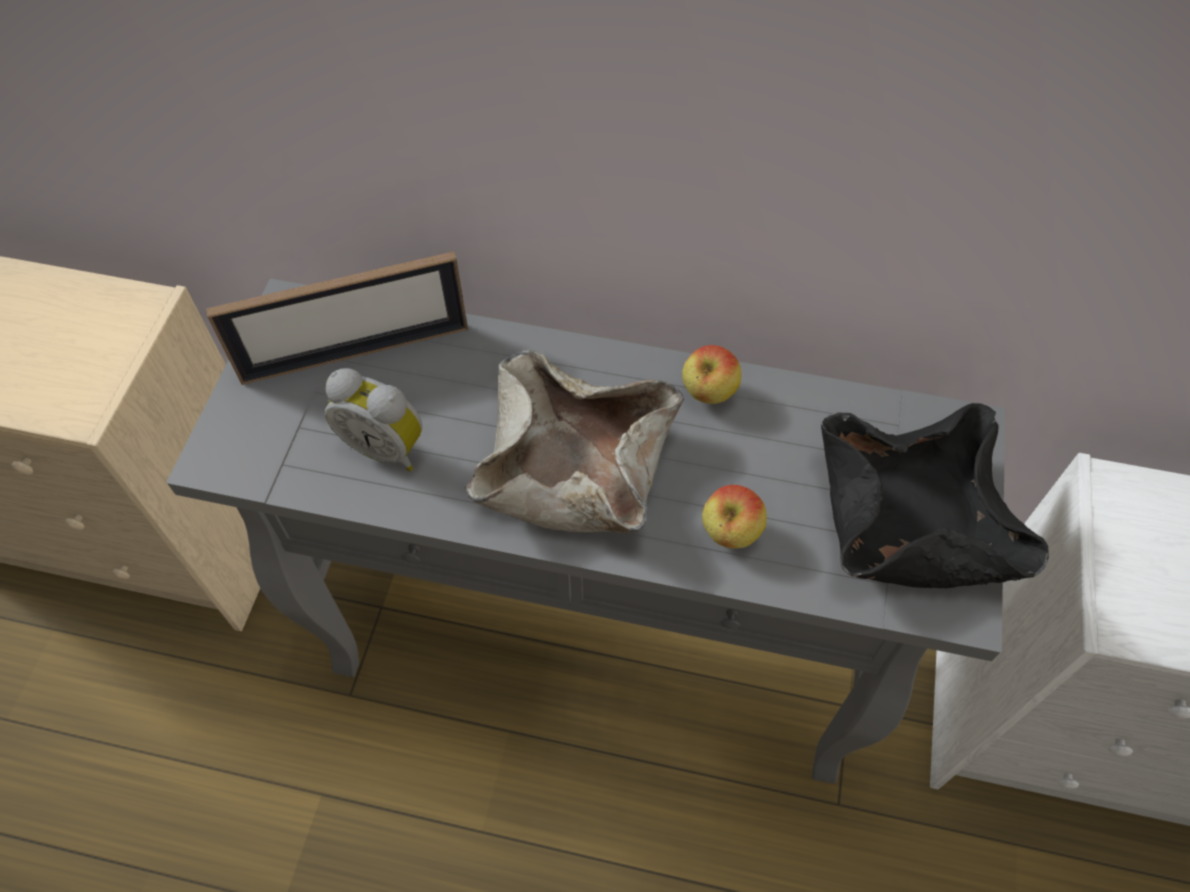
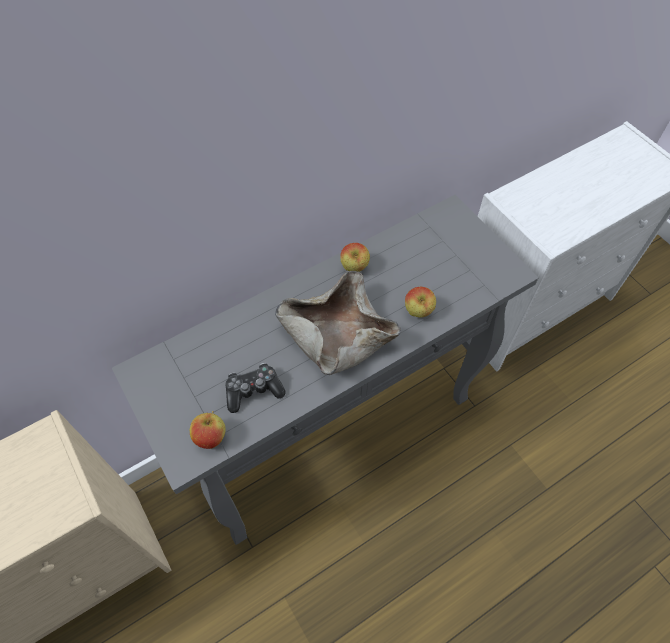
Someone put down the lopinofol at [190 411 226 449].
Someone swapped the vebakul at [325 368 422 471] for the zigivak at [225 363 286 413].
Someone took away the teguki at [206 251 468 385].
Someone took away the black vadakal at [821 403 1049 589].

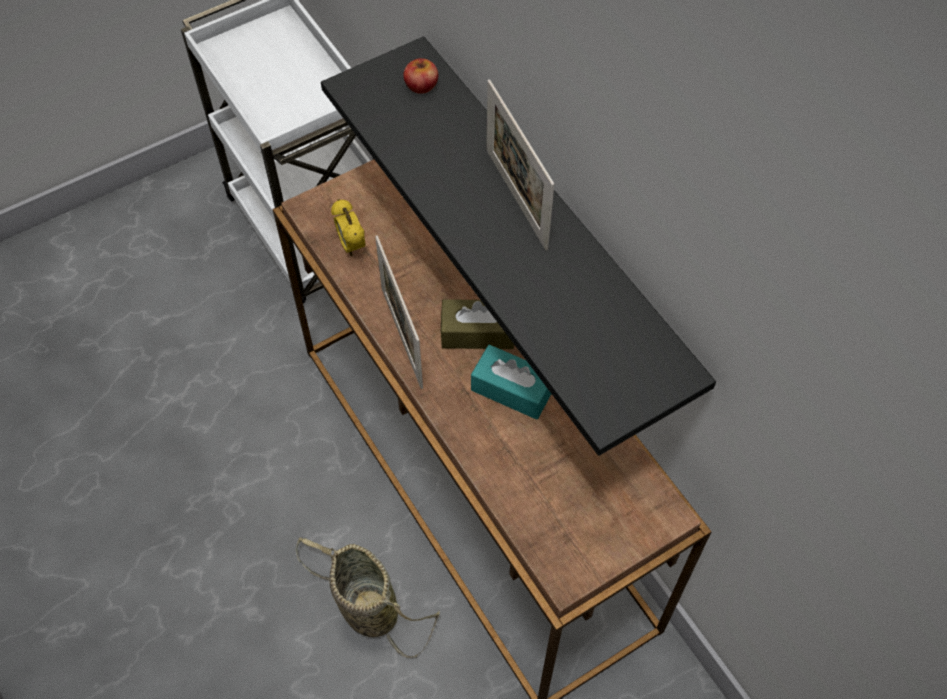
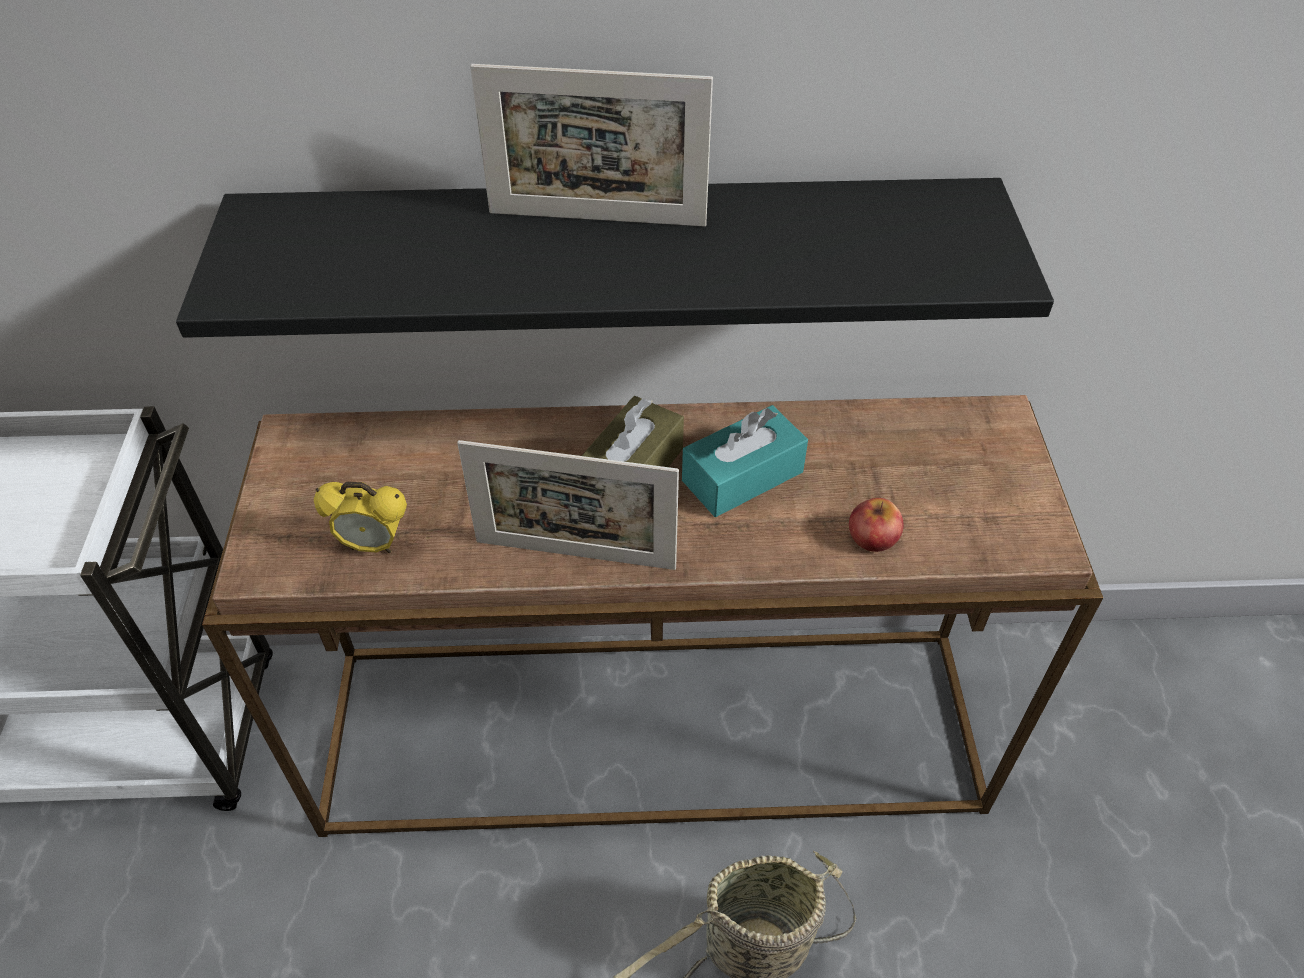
Someone carried the lopinofol from [403 58 438 94] to [849 498 904 552].

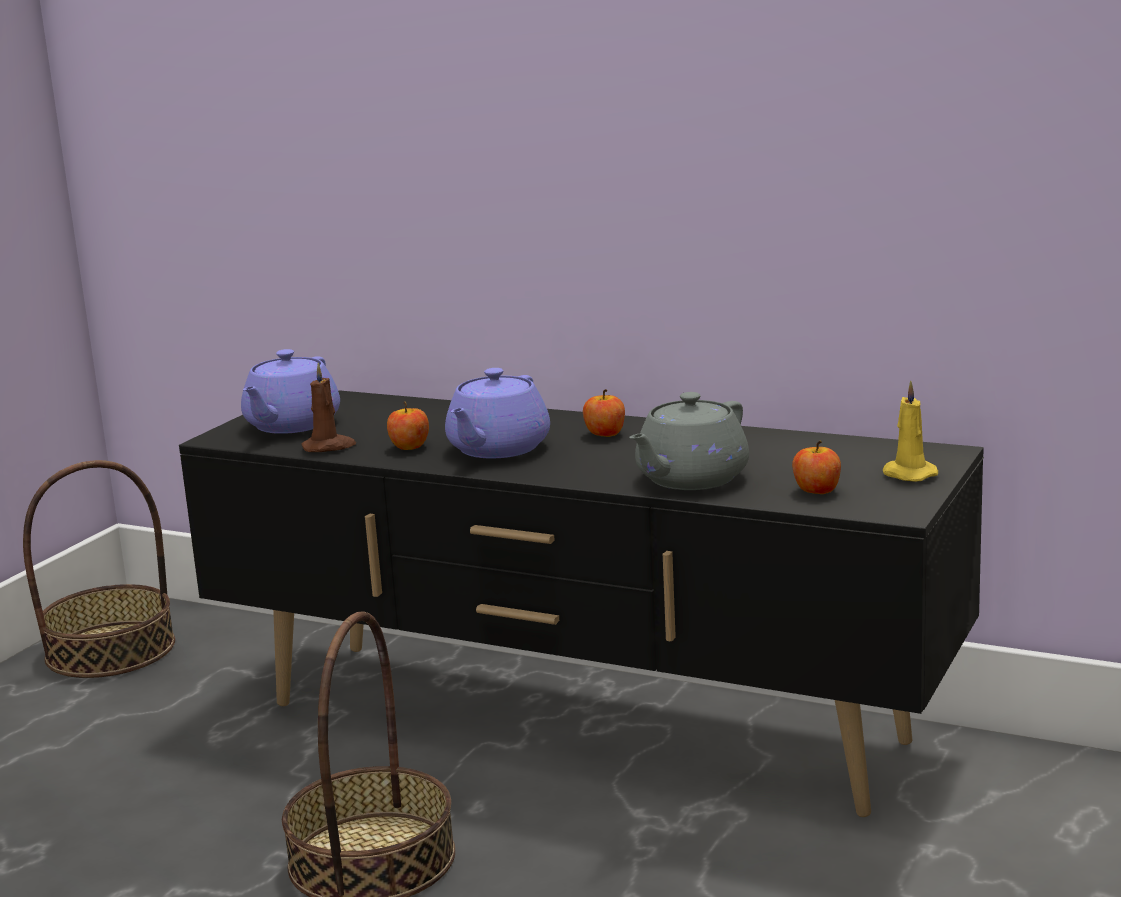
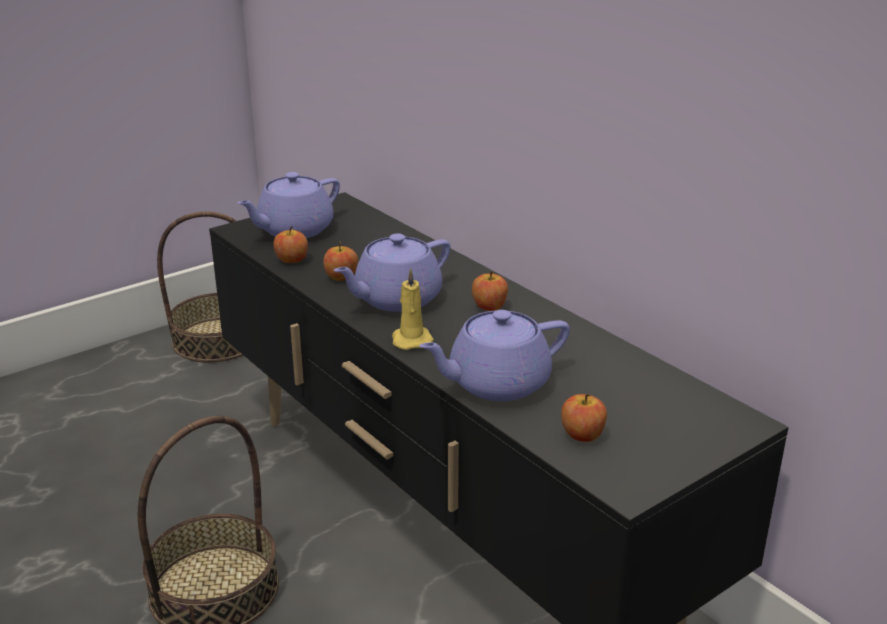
Someone swapped the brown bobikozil at [301 363 356 452] for the lopinofol at [274 226 308 263].
Someone carried the yellow bobikozil from [883 381 938 482] to [392 268 434 350].
Someone repainted the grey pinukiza at [629 392 749 490], which became the purple pinukiza at [419 310 570 401].

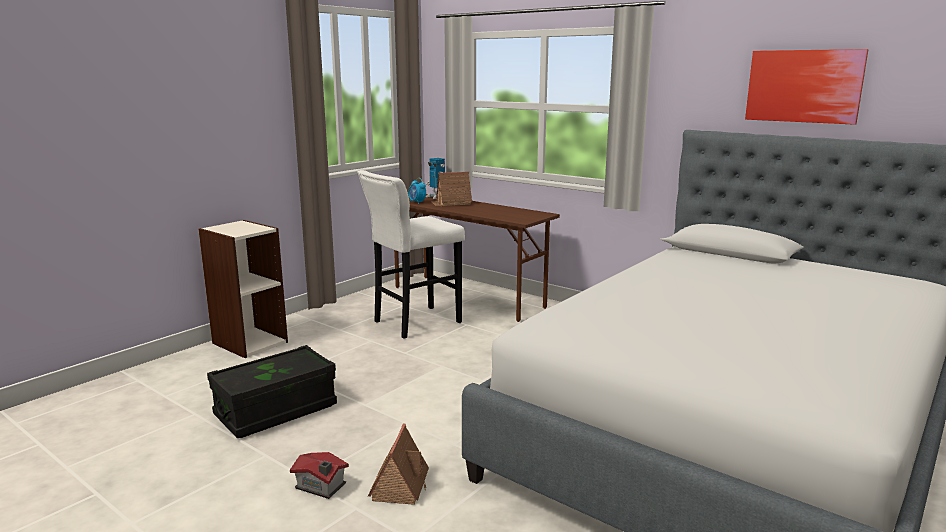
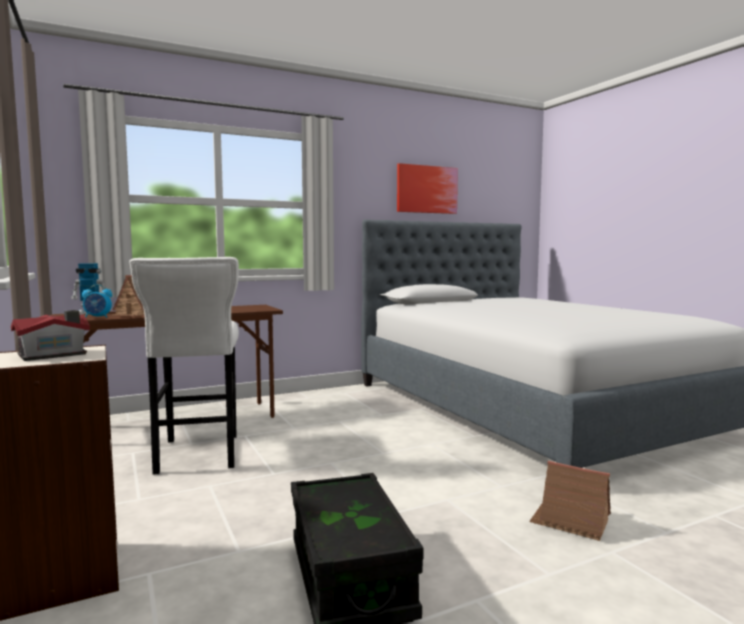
Someone carried the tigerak from [290 452 349 499] to [11 310 90 361].

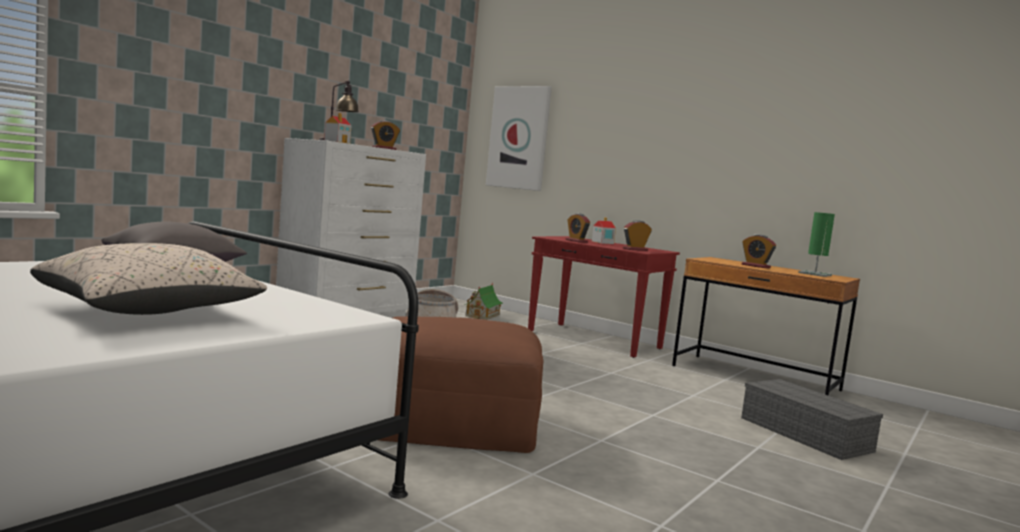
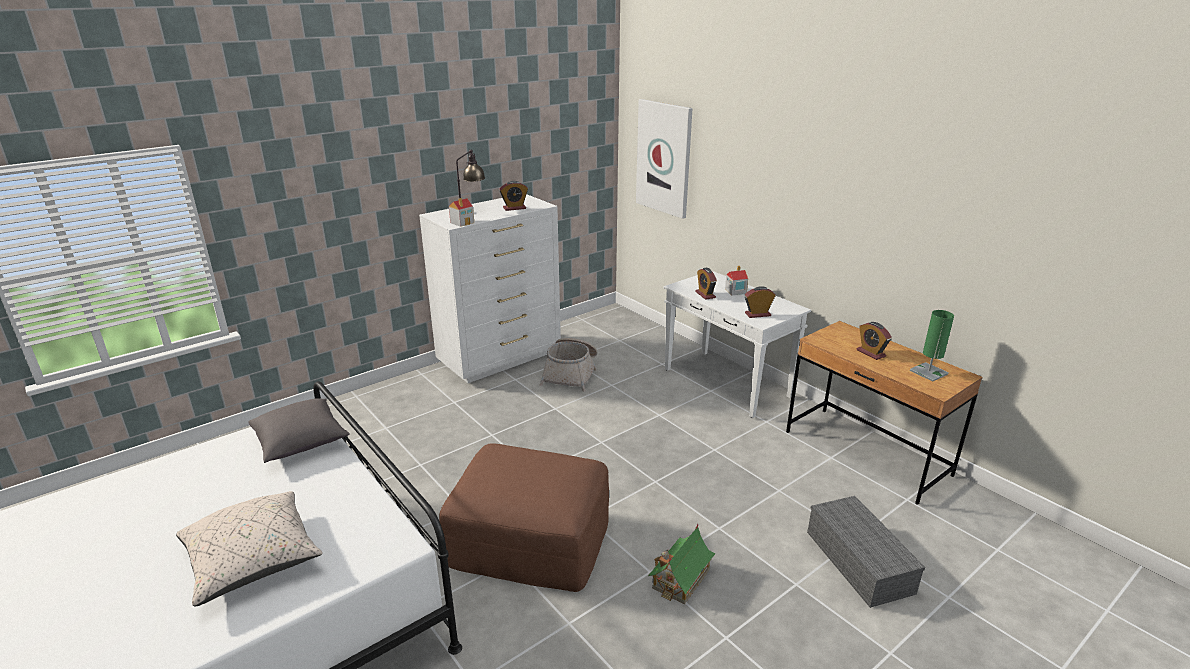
Someone carried the tigerak from [464 282 503 320] to [648 524 715 604].
Someone repainted the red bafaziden at [528 236 680 358], which became the white bafaziden at [663 270 811 418].

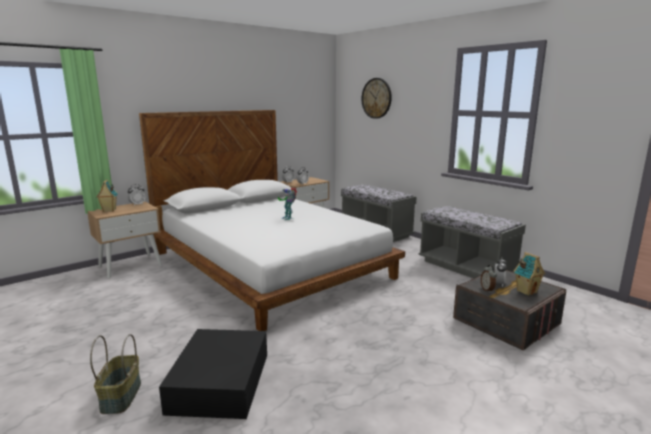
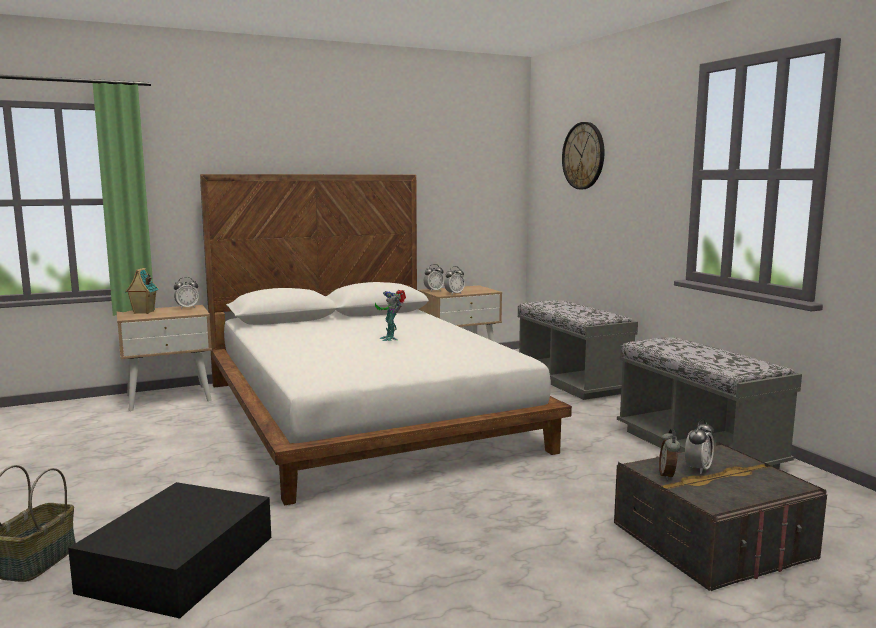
Someone took away the tigerak at [514 252 545 296].

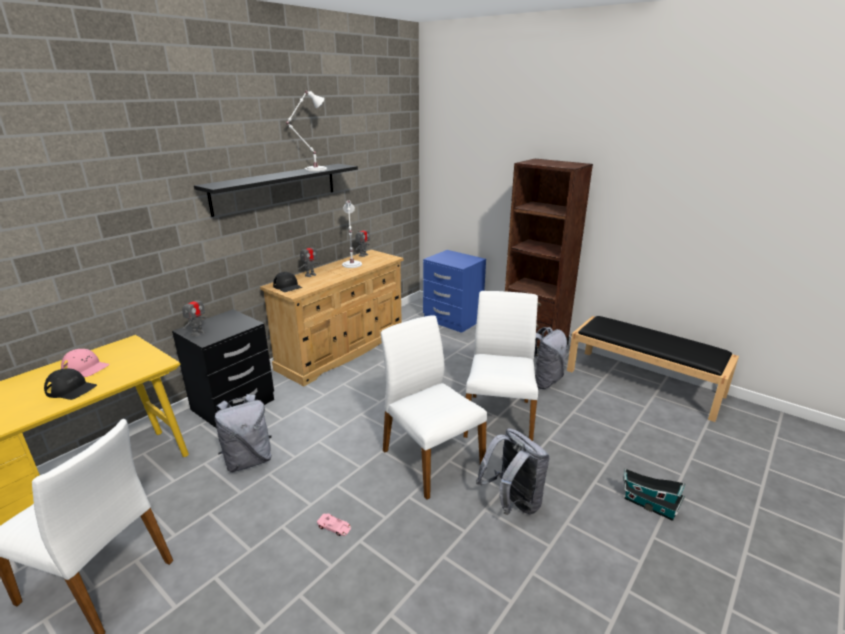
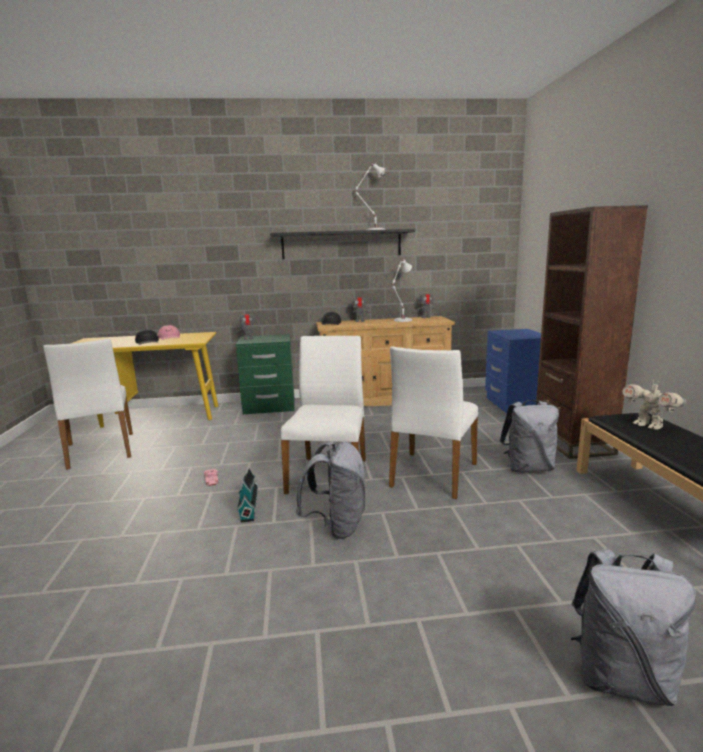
Someone repainted the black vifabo at [172 309 274 428], which became the green vifabo at [236 334 295 414].
Someone carried the tigerak from [623 468 685 521] to [237 468 258 522].
Someone rotated the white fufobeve at [464 291 538 441] by 150 degrees clockwise.
Someone carried the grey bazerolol from [215 394 272 472] to [571 548 696 706].
Someone put down the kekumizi at [622 380 686 430].

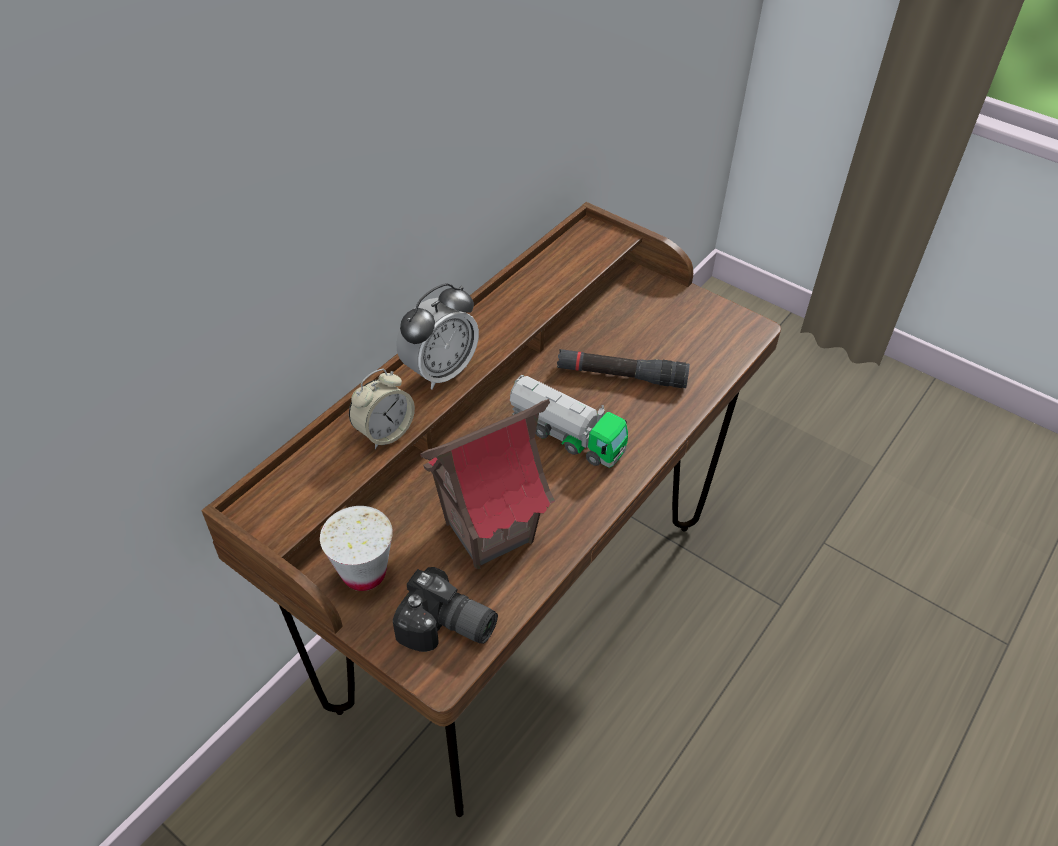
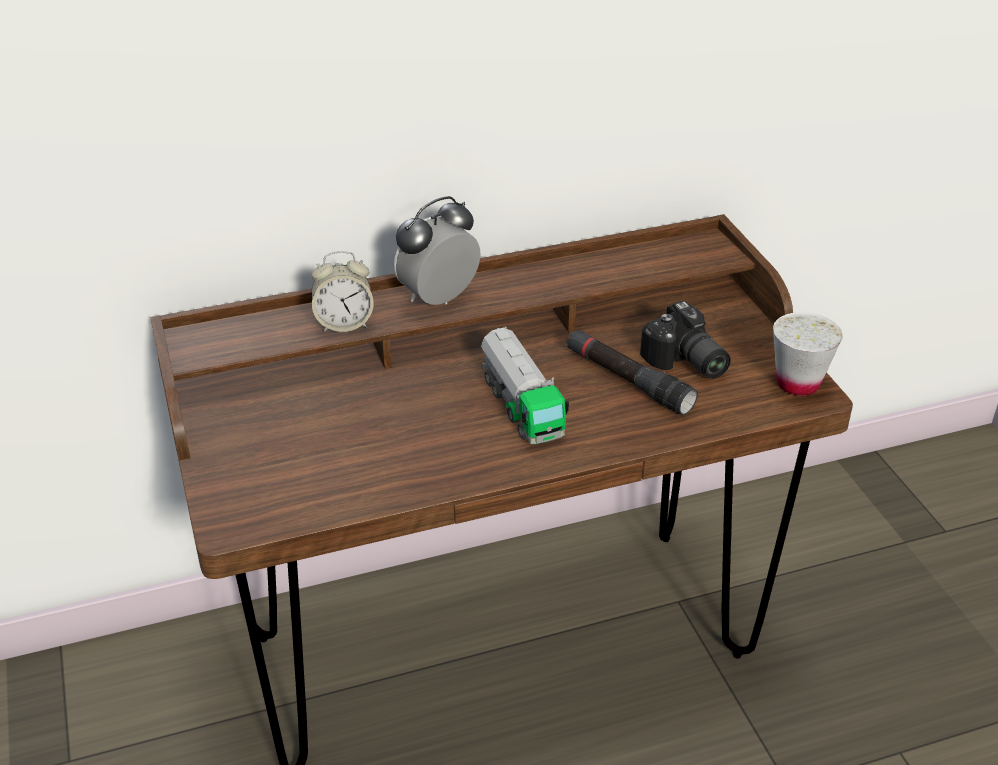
Someone rotated the vebakul at [396 283 479 390] by 150 degrees clockwise.
Someone carried the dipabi from [393 567 498 652] to [640 301 731 379].
Someone carried the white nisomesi from [320 506 393 591] to [773 312 843 396].
Someone took away the tigerak at [420 399 555 569].

